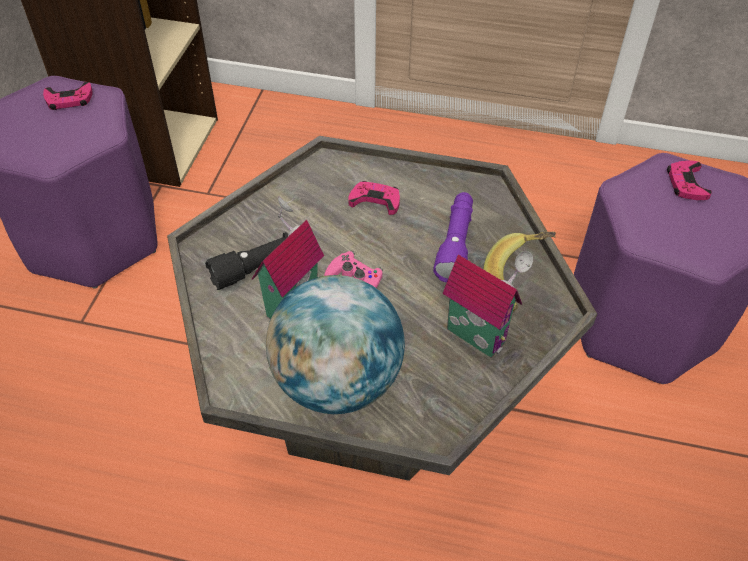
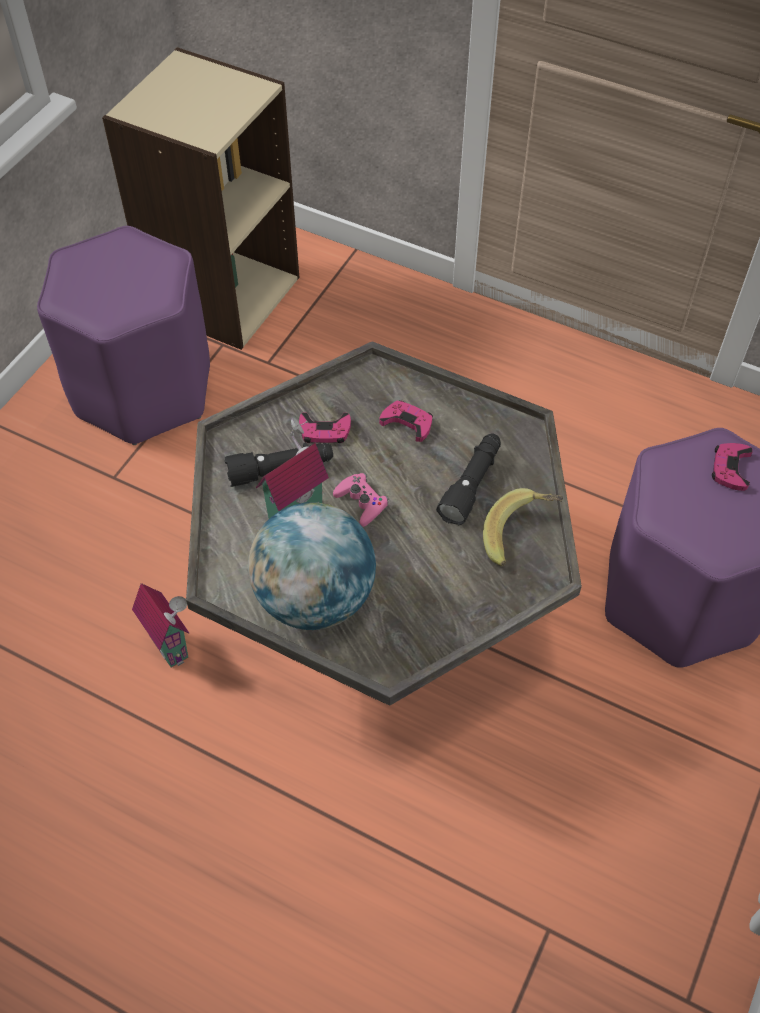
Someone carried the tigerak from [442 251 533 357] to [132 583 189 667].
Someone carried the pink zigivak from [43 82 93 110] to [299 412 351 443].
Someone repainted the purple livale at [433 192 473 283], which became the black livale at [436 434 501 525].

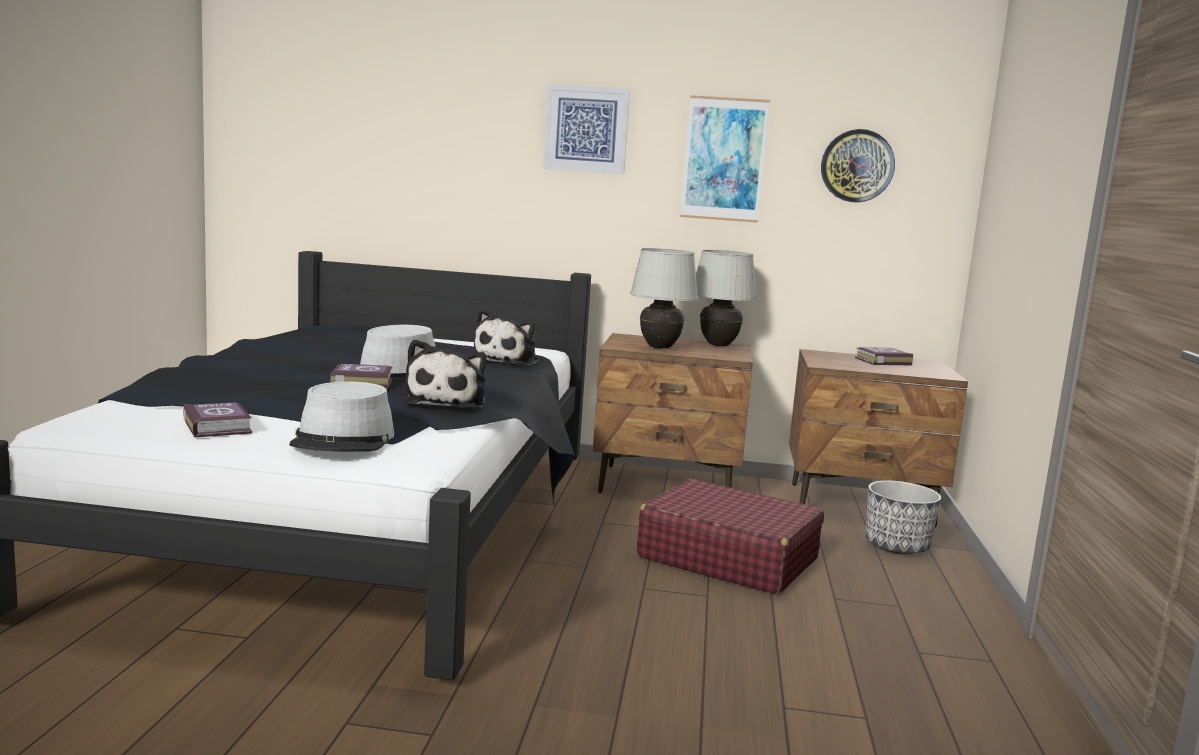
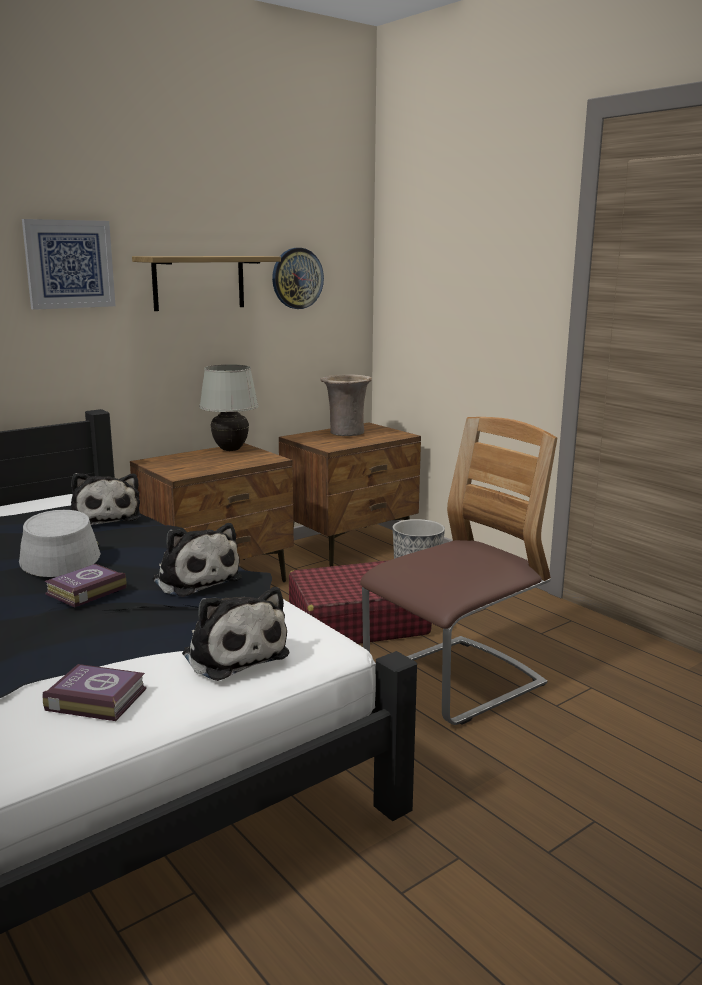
Someone swapped the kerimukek at [680 95 770 223] for the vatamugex at [132 256 281 311].
Someone swapped the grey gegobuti at [289 381 394 452] for the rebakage at [182 587 290 681].
Someone swapped the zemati at [855 347 913 365] for the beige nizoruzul at [320 374 372 436].
Someone put down the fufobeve at [360 417 557 725].
Someone took away the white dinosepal at [630 248 698 349].

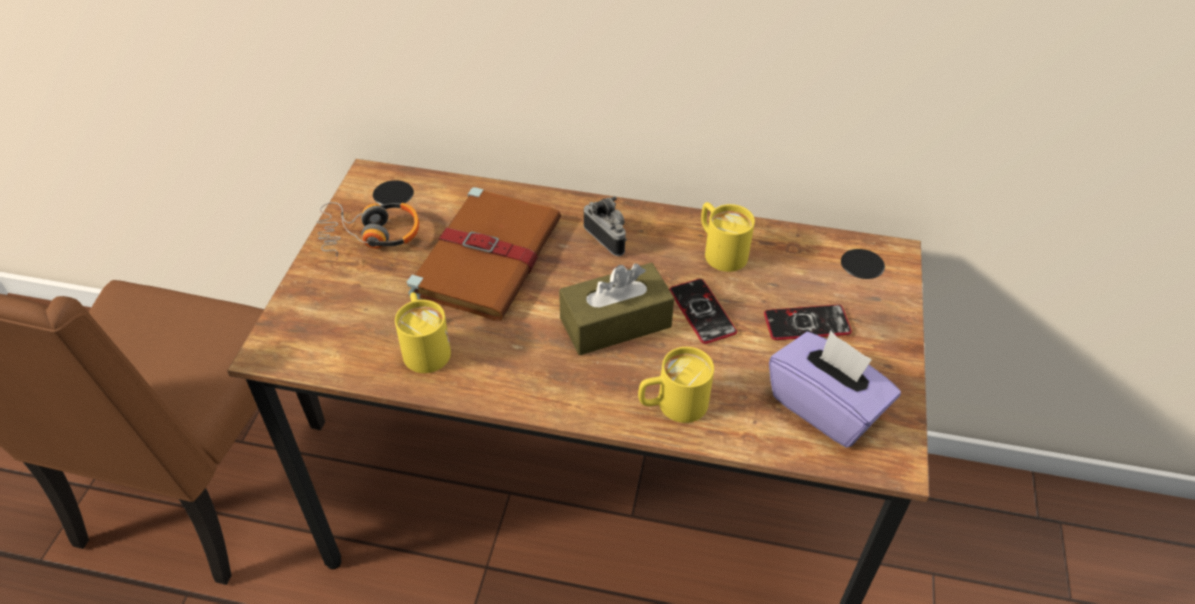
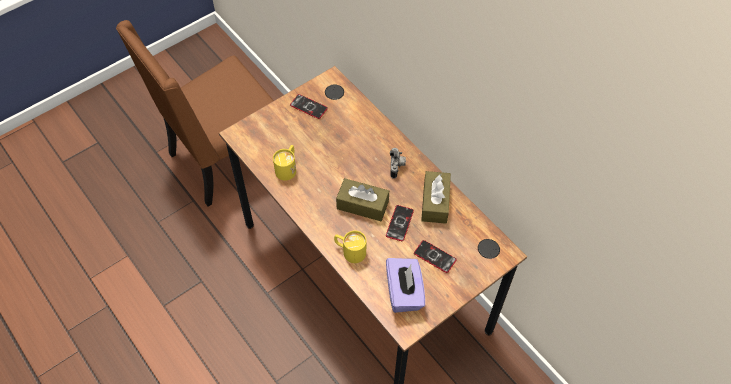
Someone swapped the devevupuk at [316 202 419 260] for the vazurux at [290 94 328 119].
Someone swapped the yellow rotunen at [701 202 755 272] for the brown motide at [421 171 451 224].
Someone took away the brown zemati at [407 187 561 321].

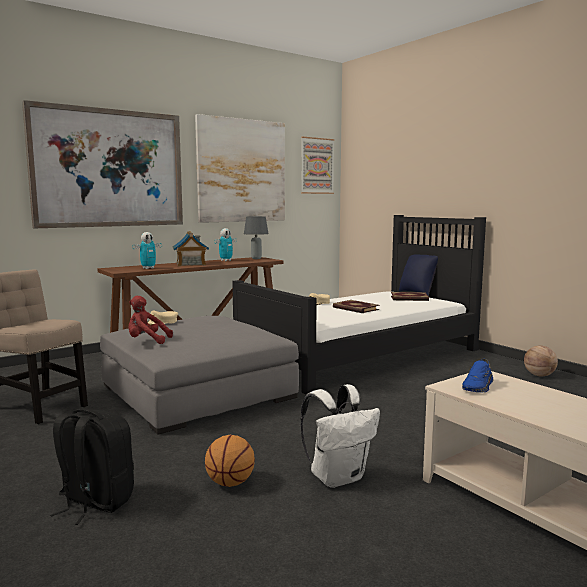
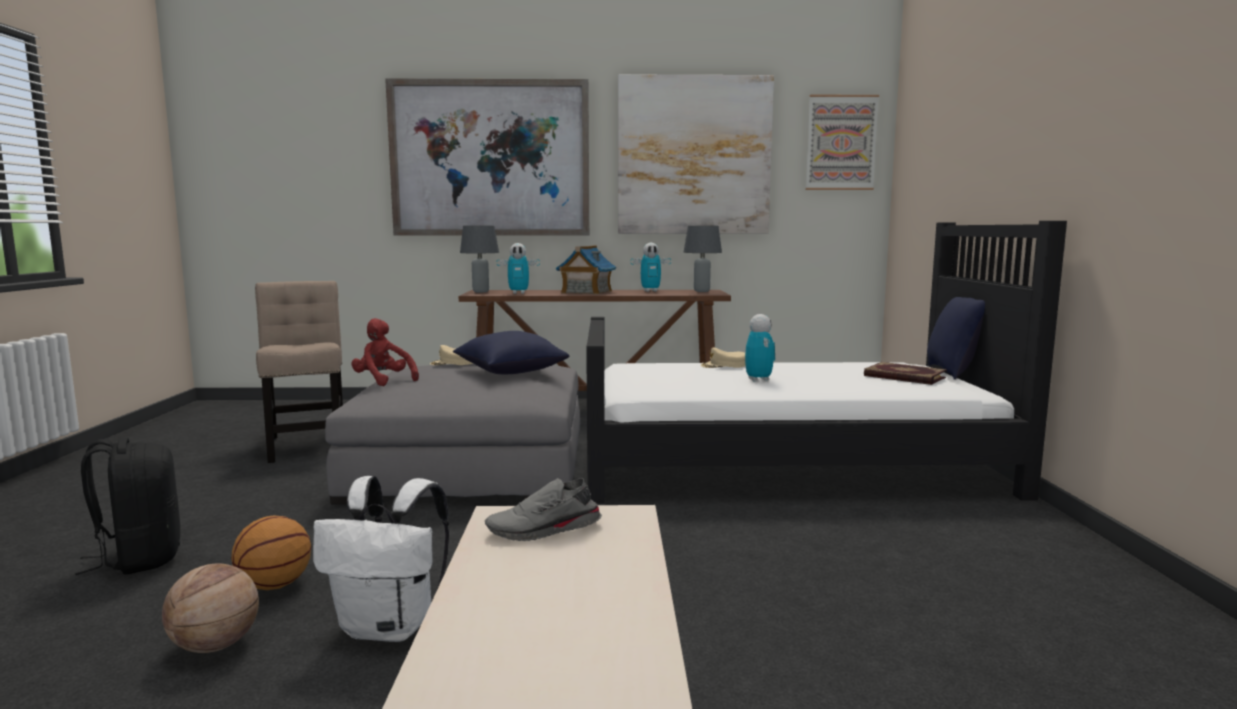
Someone carried the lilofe from [524 346 558 376] to [162 563 259 653].
Someone put down the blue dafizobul at [453 331 569 374].
Someone put down the grey dinosepal at [460 226 499 292].
Someone repainted the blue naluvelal at [462 359 494 393], which became the grey naluvelal at [485 478 602 541].
Someone swapped the zemati at [333 300 380 313] for the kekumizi at [745 314 775 382].

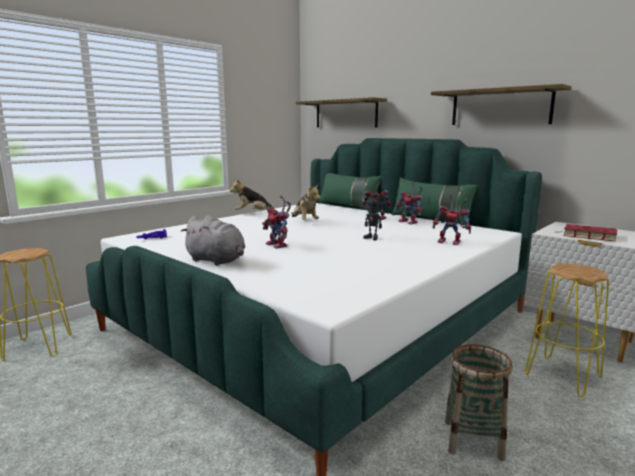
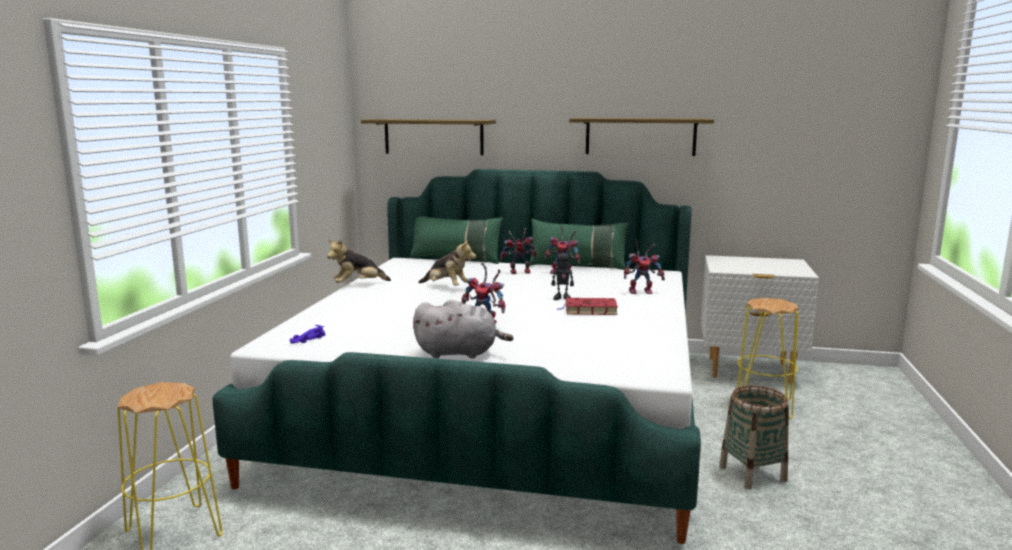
Someone carried the red zemati from [556 224 618 242] to [557 298 618 315].

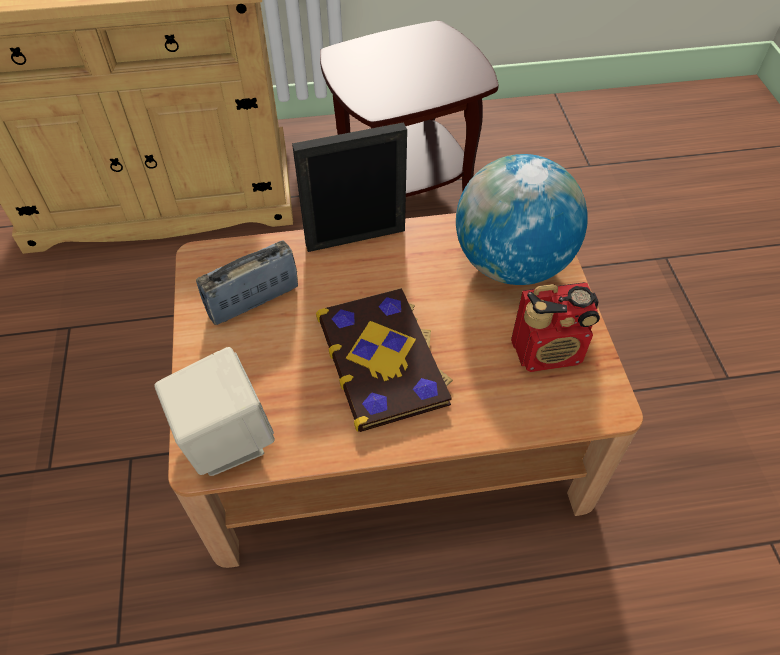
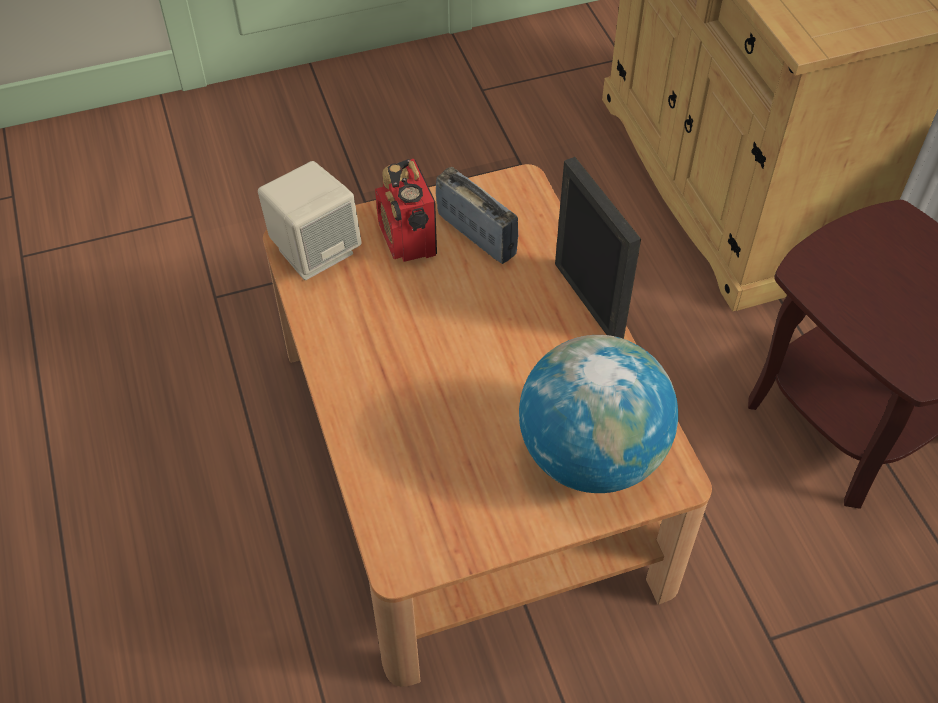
Someone carried the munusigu from [511 282 600 372] to [375 159 437 262].
Someone took away the zemati at [316 288 453 432].

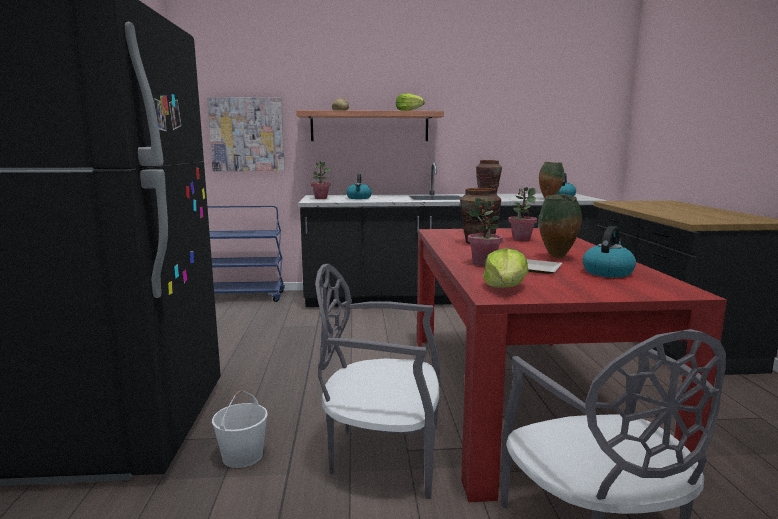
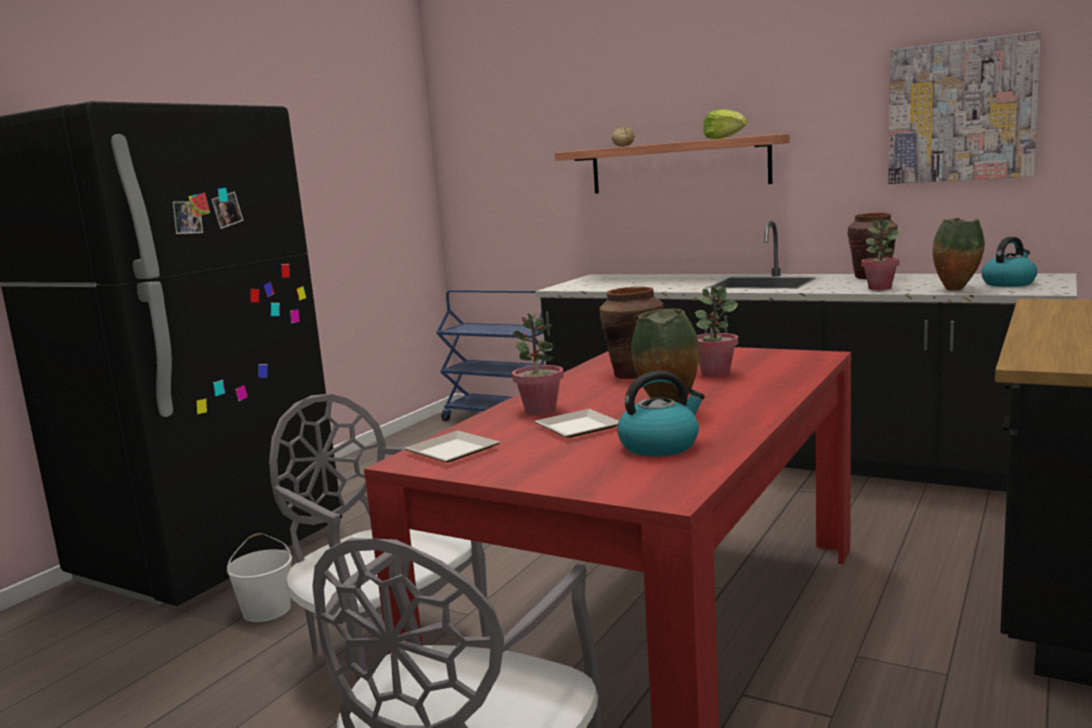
Someone swapped the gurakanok at [483 248 528 288] for the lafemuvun at [404 431 500 462].
Someone carried the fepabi from [311 162 330 199] to [861 220 900 290].
Someone carried the kerimukek from [207 97 285 171] to [888 31 1041 184].
Someone took away the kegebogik at [346 174 372 199].

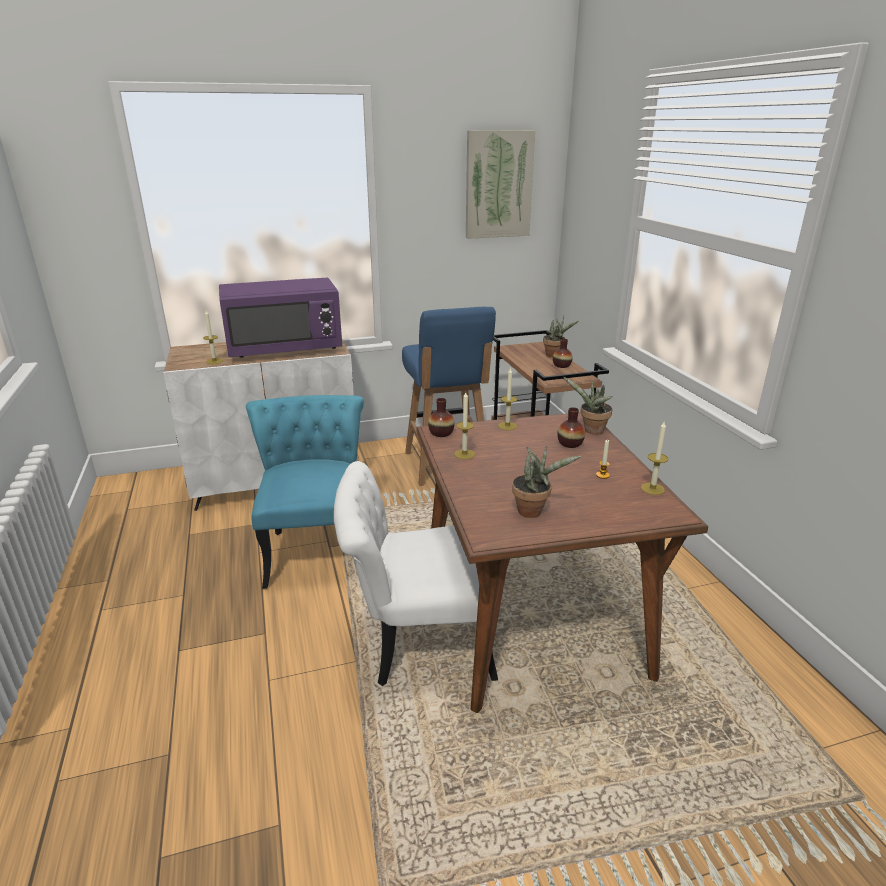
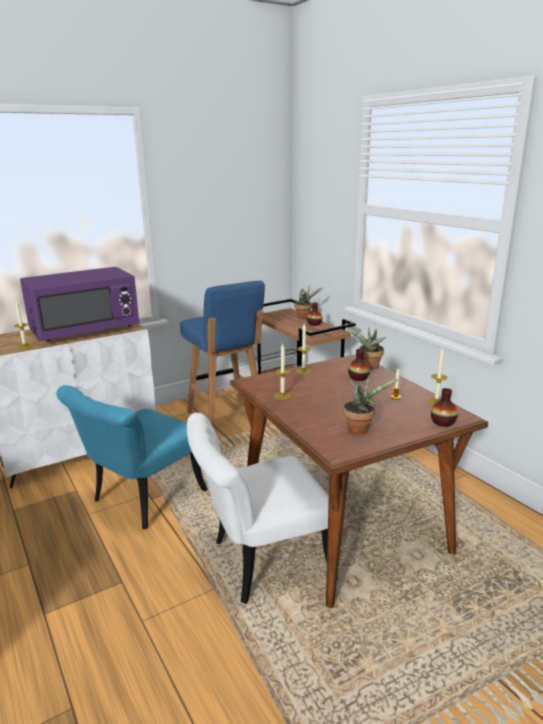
Someone rotated the turquoise fufobeve at [246 395 364 589] by 120 degrees counterclockwise.
Someone carried the nizoruzul from [428 398 455 437] to [431 388 458 427].
Someone took away the kerimukek at [466 130 535 239].

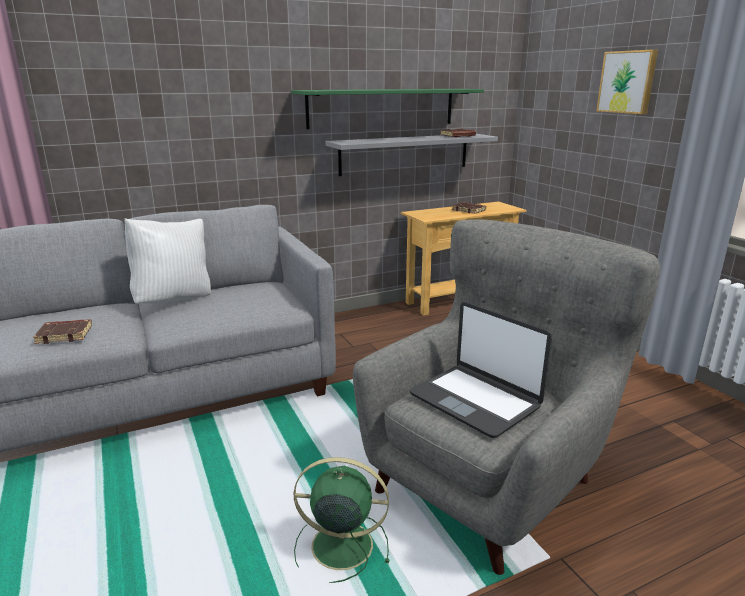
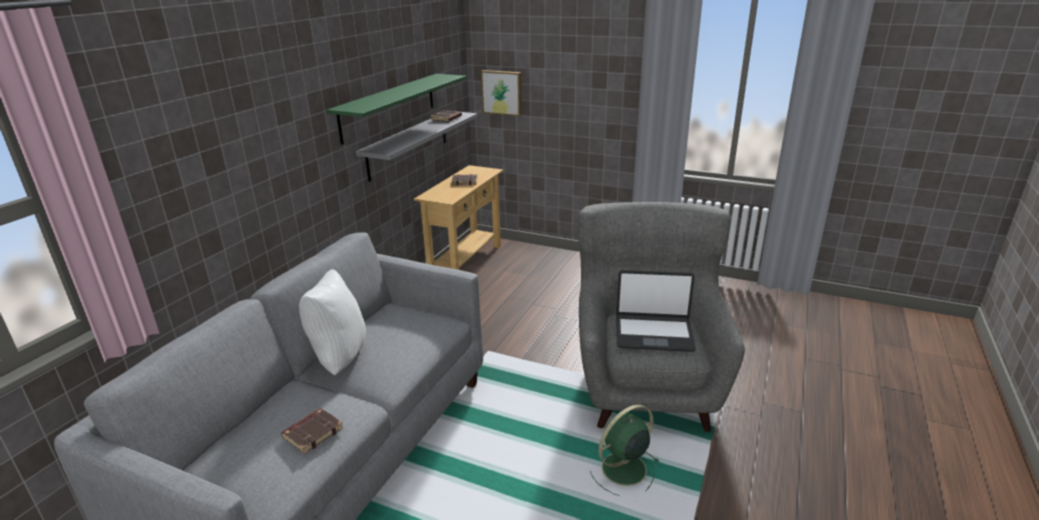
Someone carried the kerimukek from [596 49 658 114] to [481 70 522 116].

